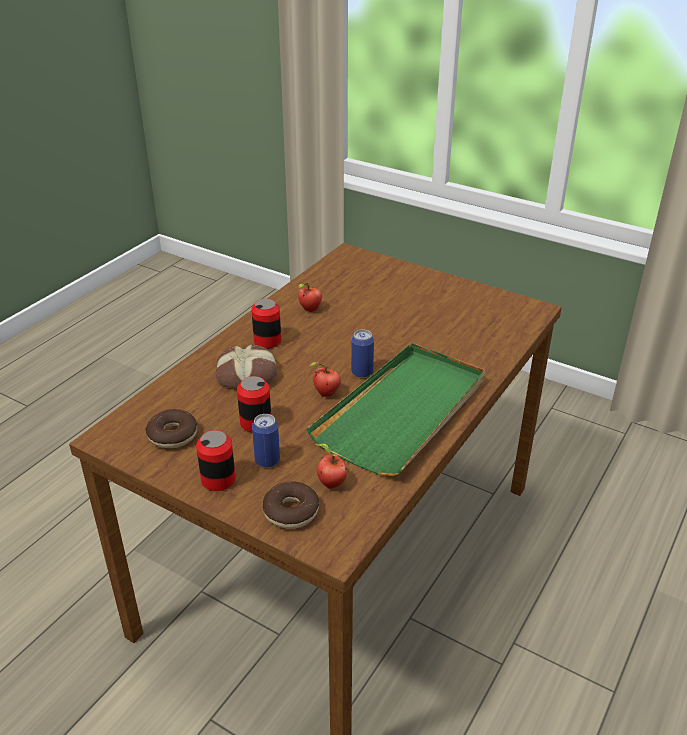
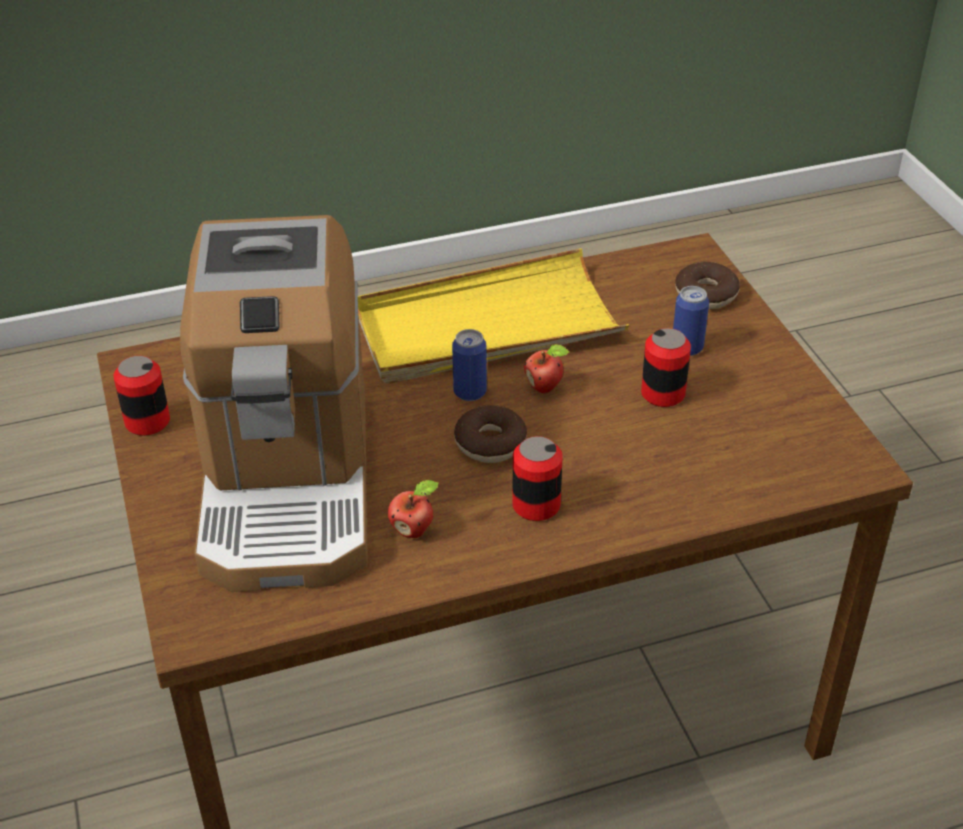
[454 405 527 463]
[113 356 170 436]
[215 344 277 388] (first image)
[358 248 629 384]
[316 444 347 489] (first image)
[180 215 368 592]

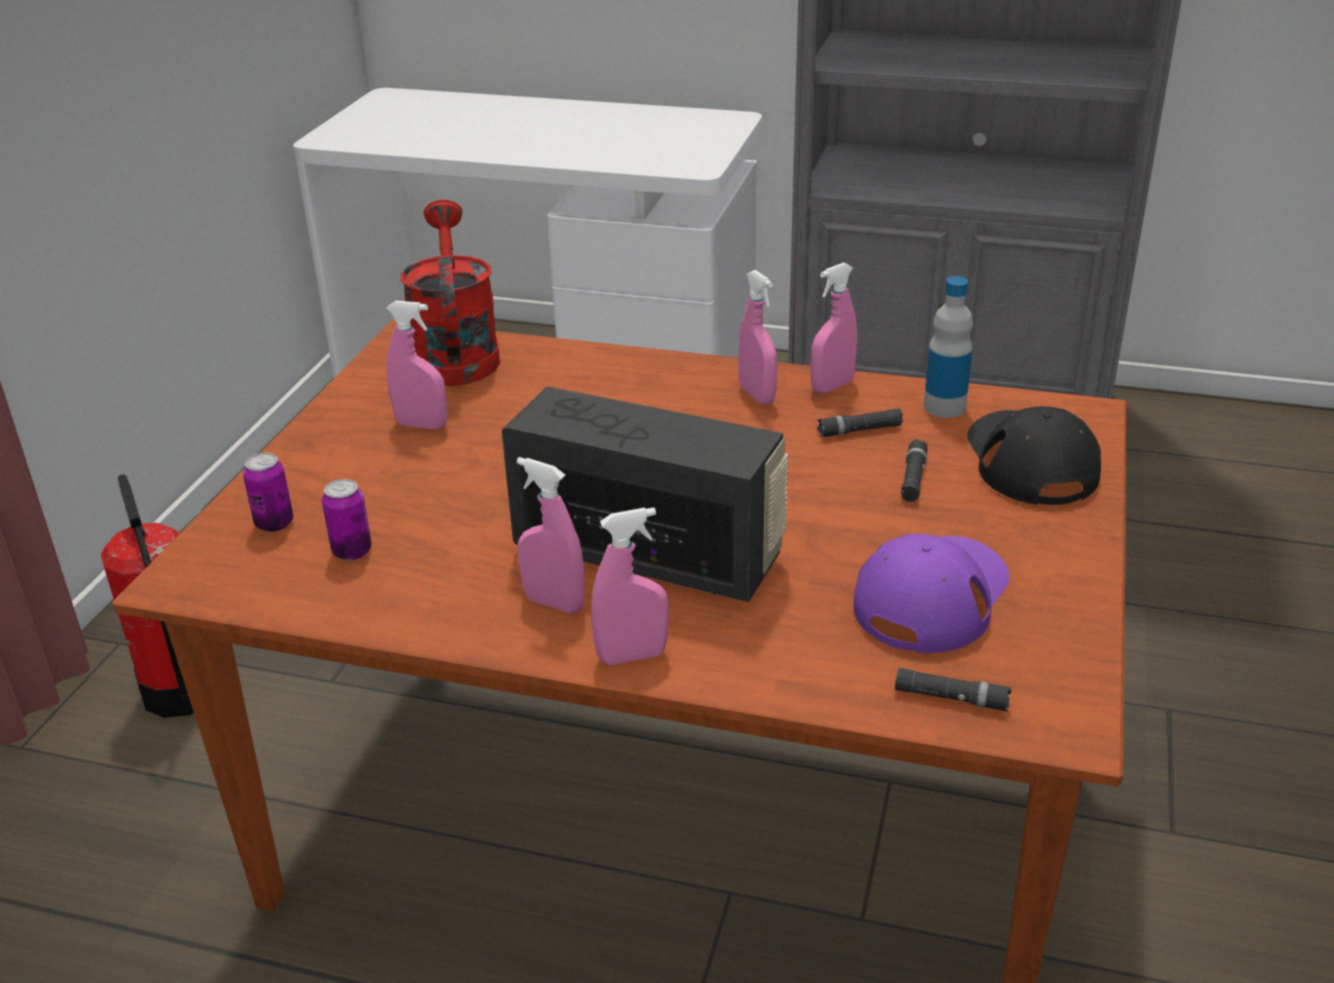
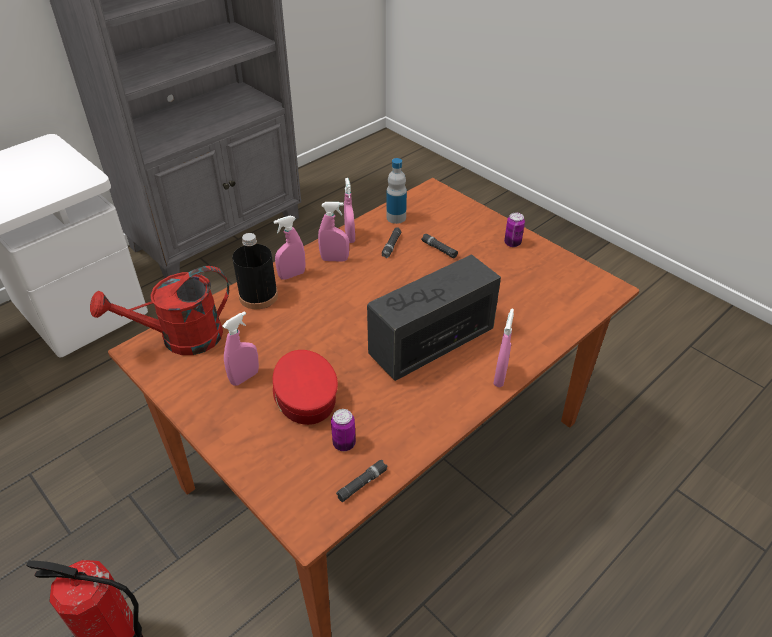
[504 213 525 247]
[90 266 229 355]
[274 216 306 280]
[853 534 1010 653] (first image)
[336 460 388 502]
[967 406 1101 505] (first image)
[232 233 278 309]
[273 350 338 425]

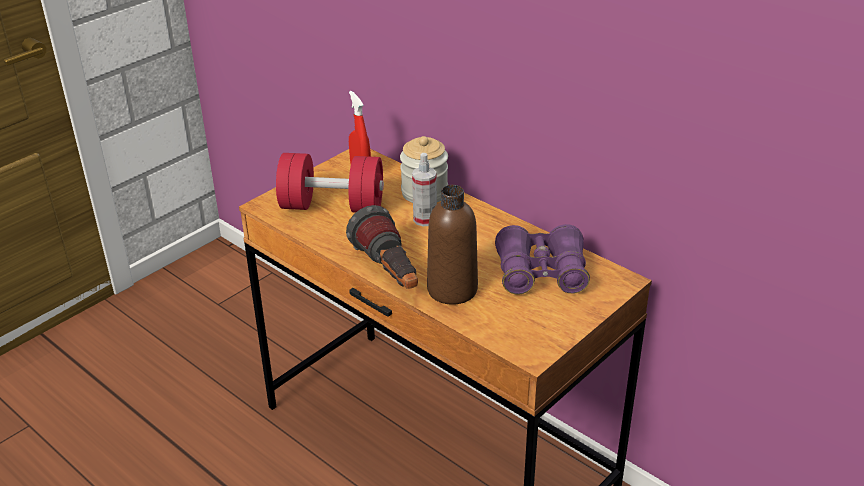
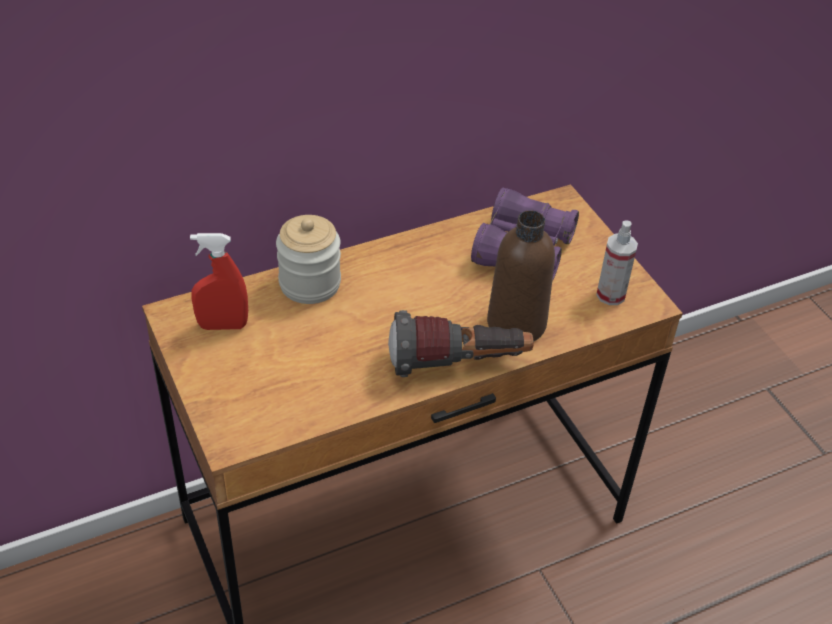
[276 153 384 213] (first image)
[596 221 638 305]

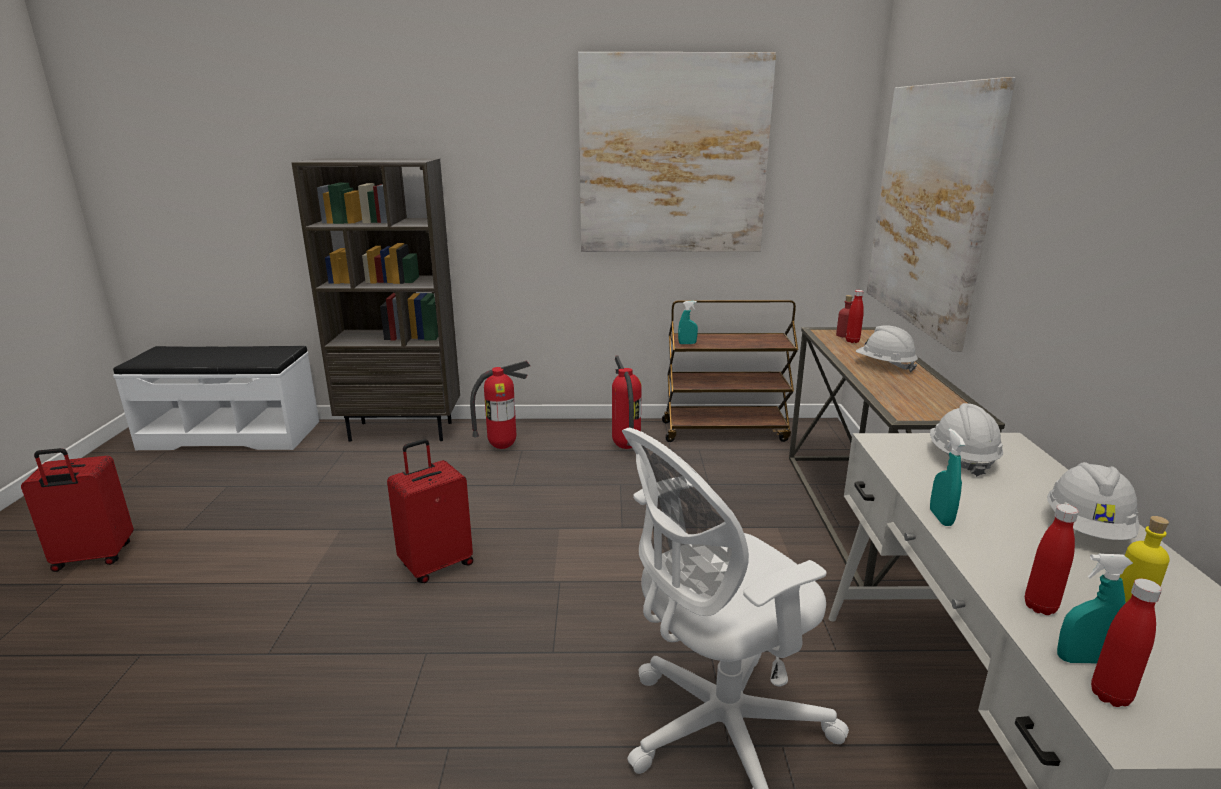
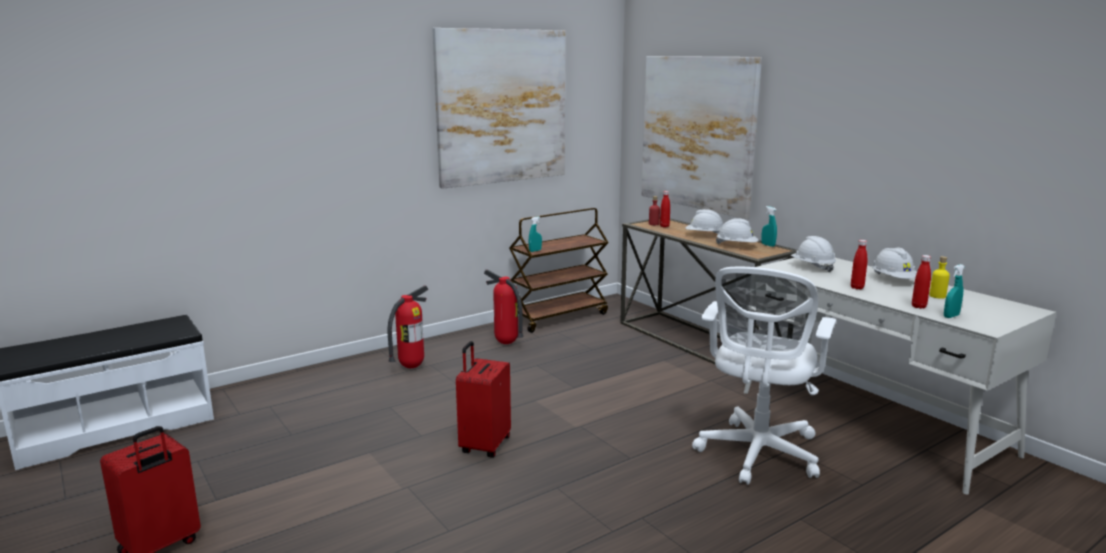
[291 159 460 442] (first image)
[761 206 777 247]
[851 240 867 289]
[716 218 758 245]

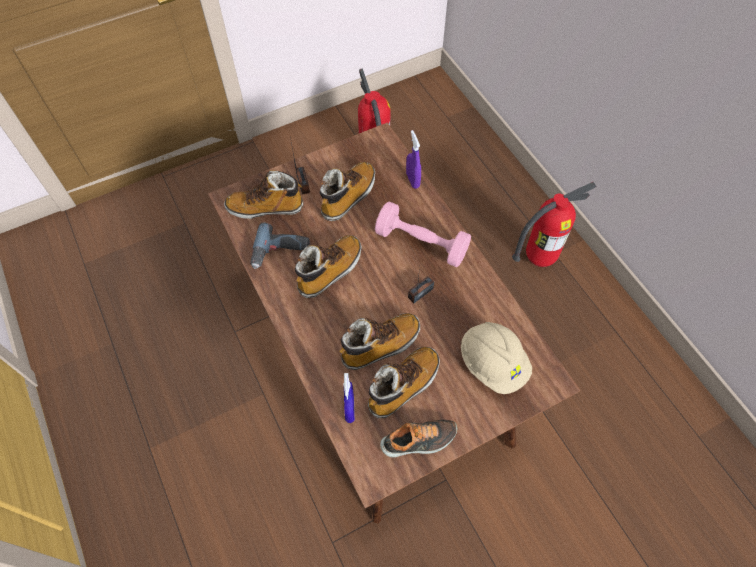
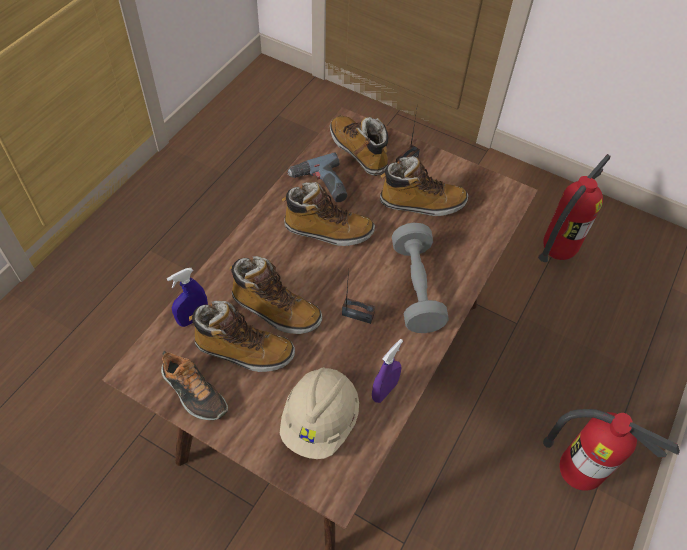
[392 223 449 333]
[372 339 403 403]

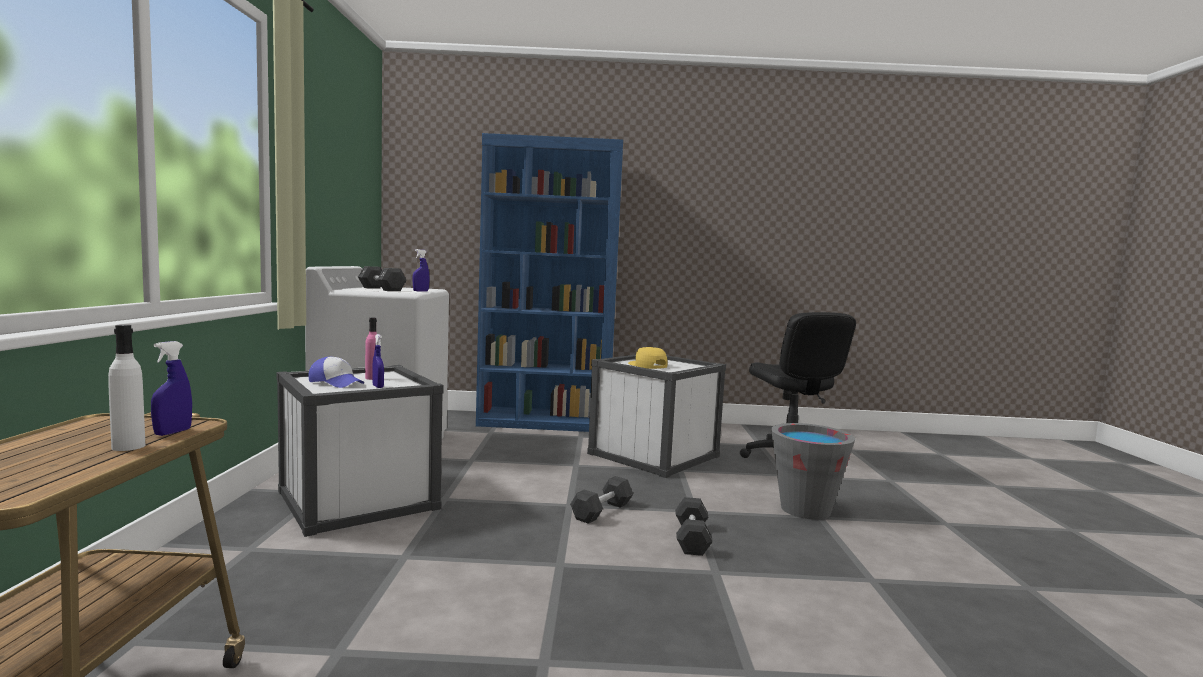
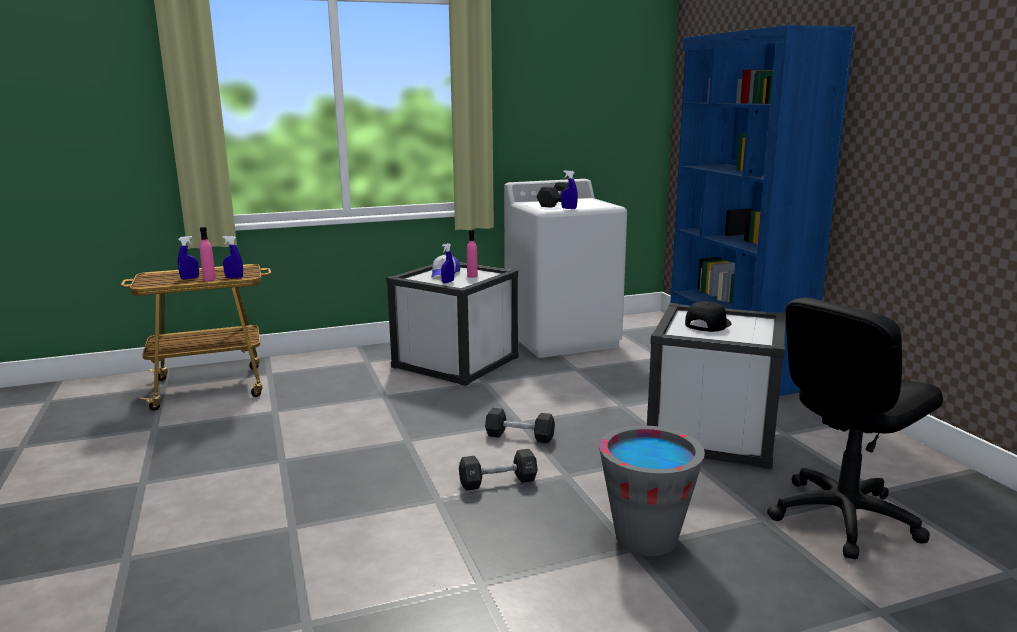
[200 227 216 281]
[685 301 732 332]
[178 236 199 280]

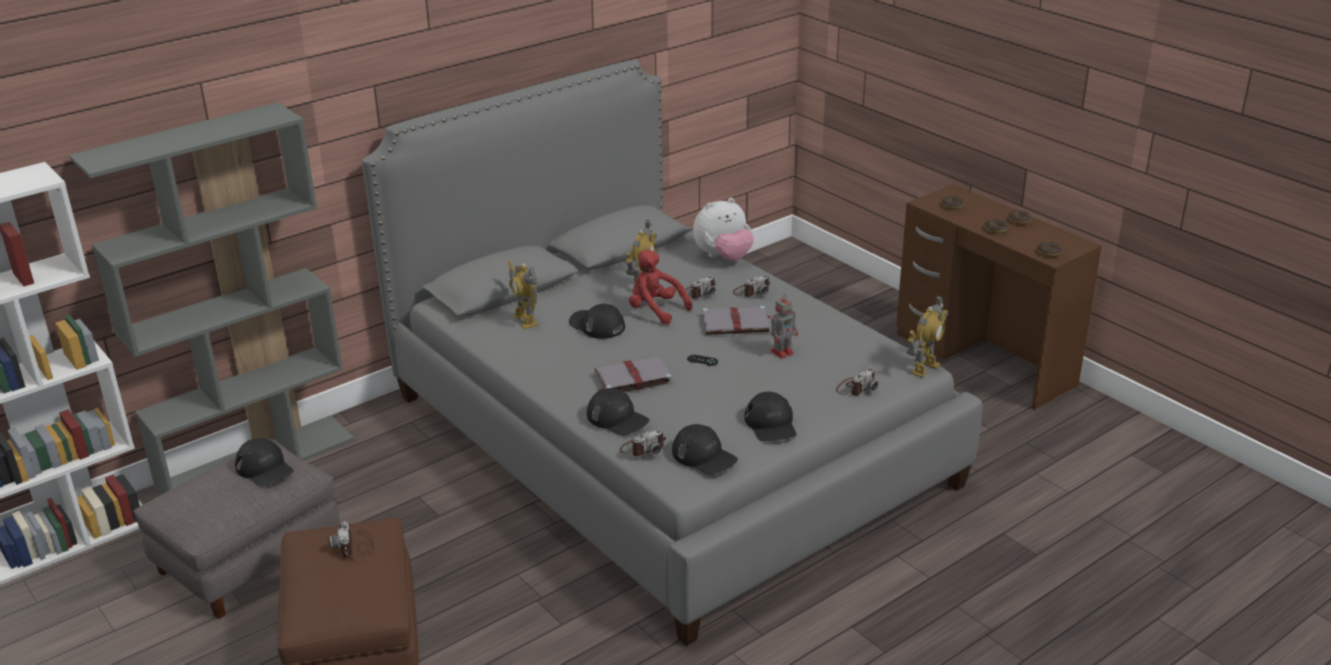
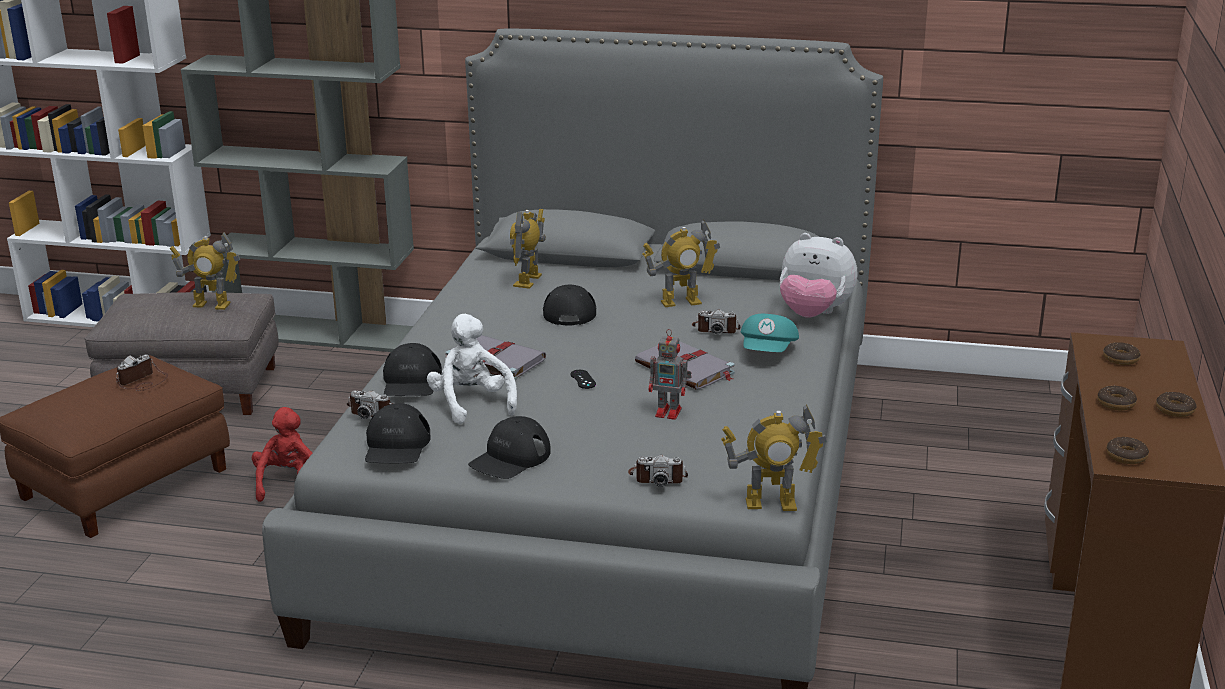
[170 232 240 310]
[252 407 312 502]
[741 314 799 352]
[427 314 517 424]

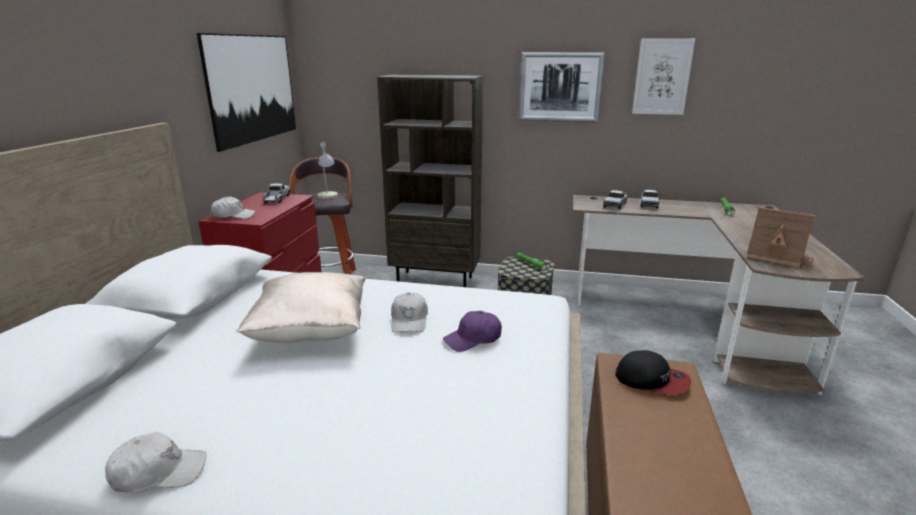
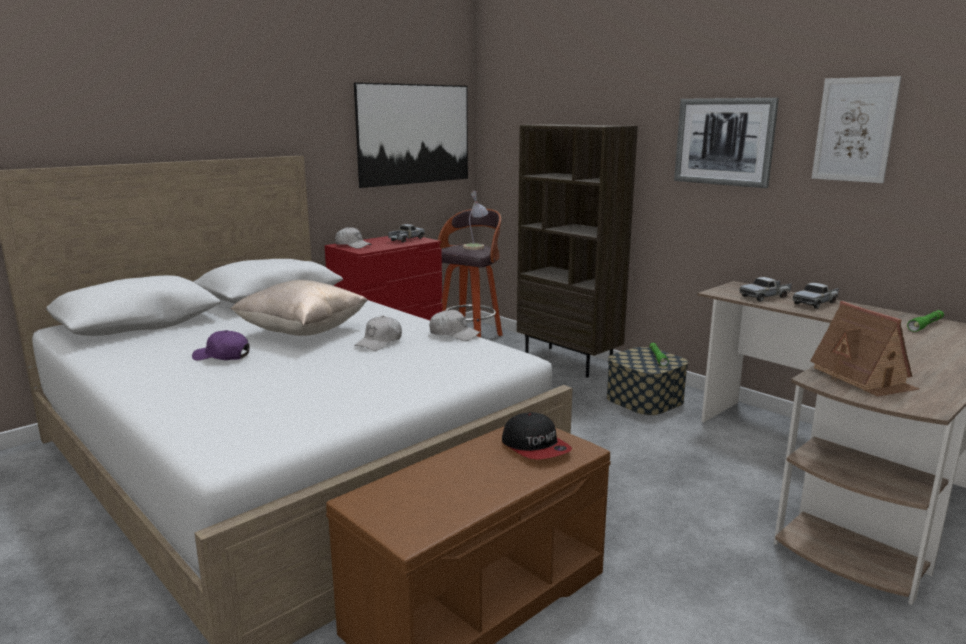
[429 309 480 341]
[192 330 250 360]

